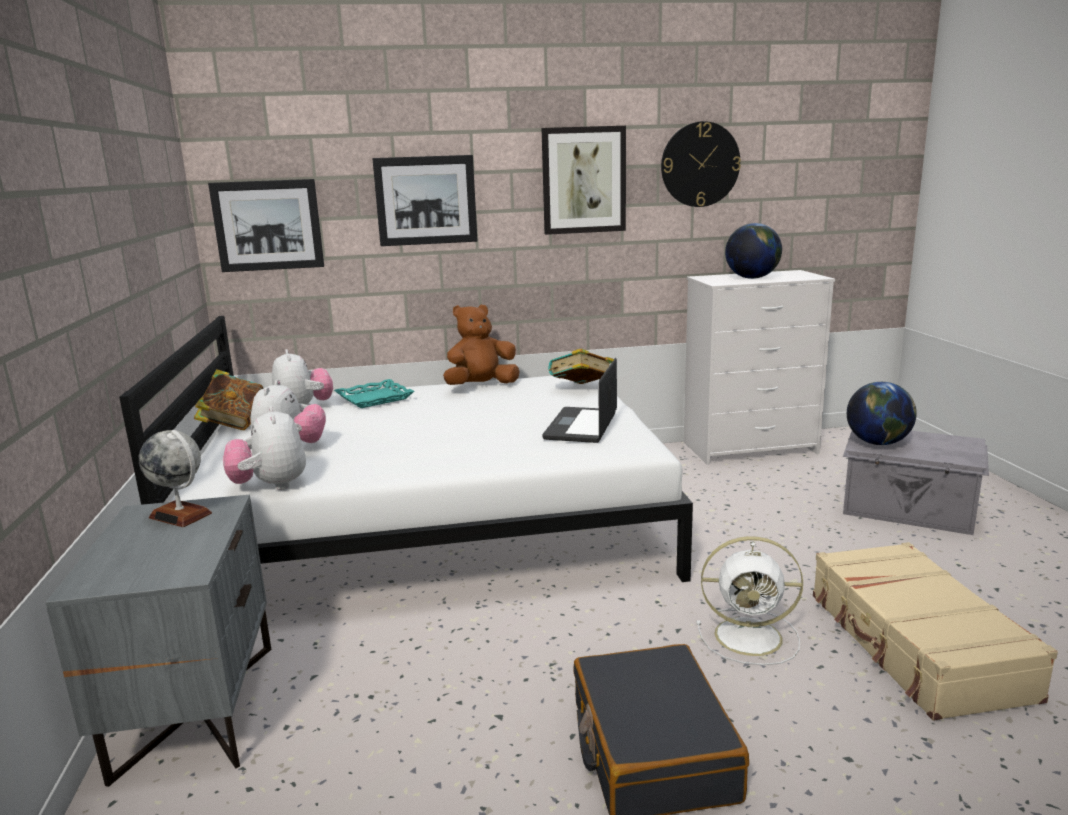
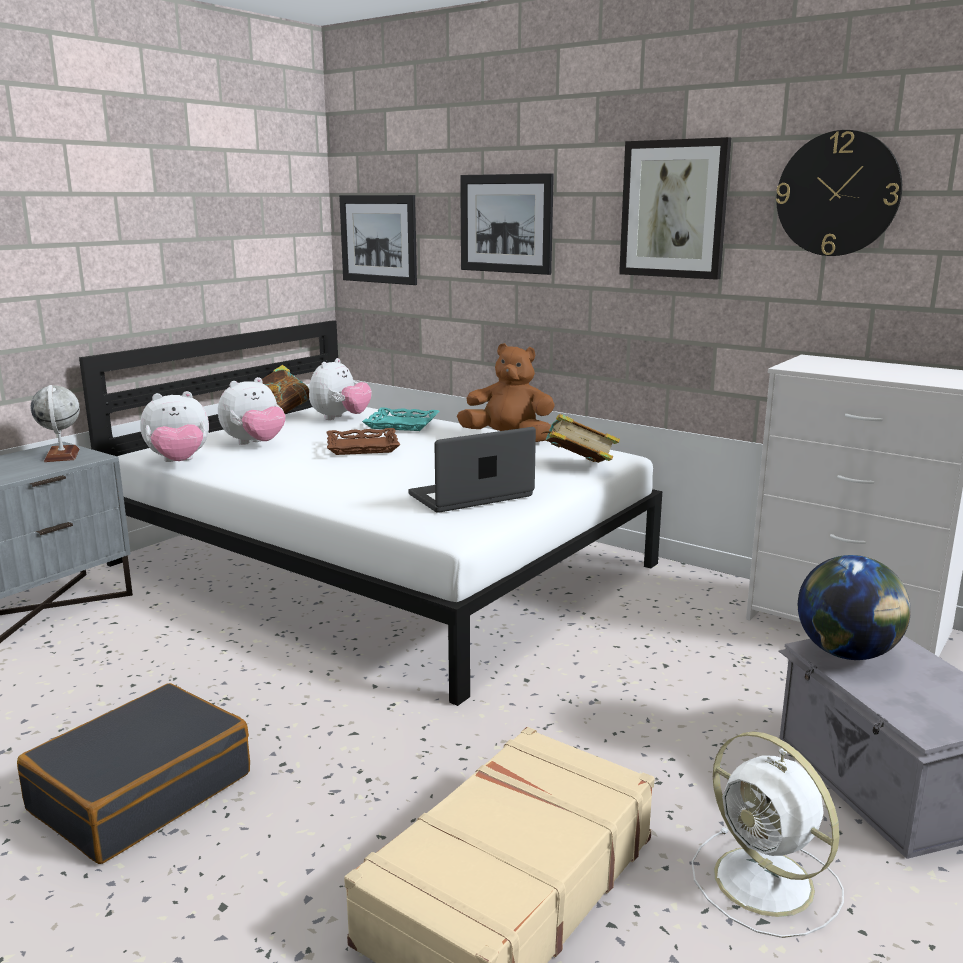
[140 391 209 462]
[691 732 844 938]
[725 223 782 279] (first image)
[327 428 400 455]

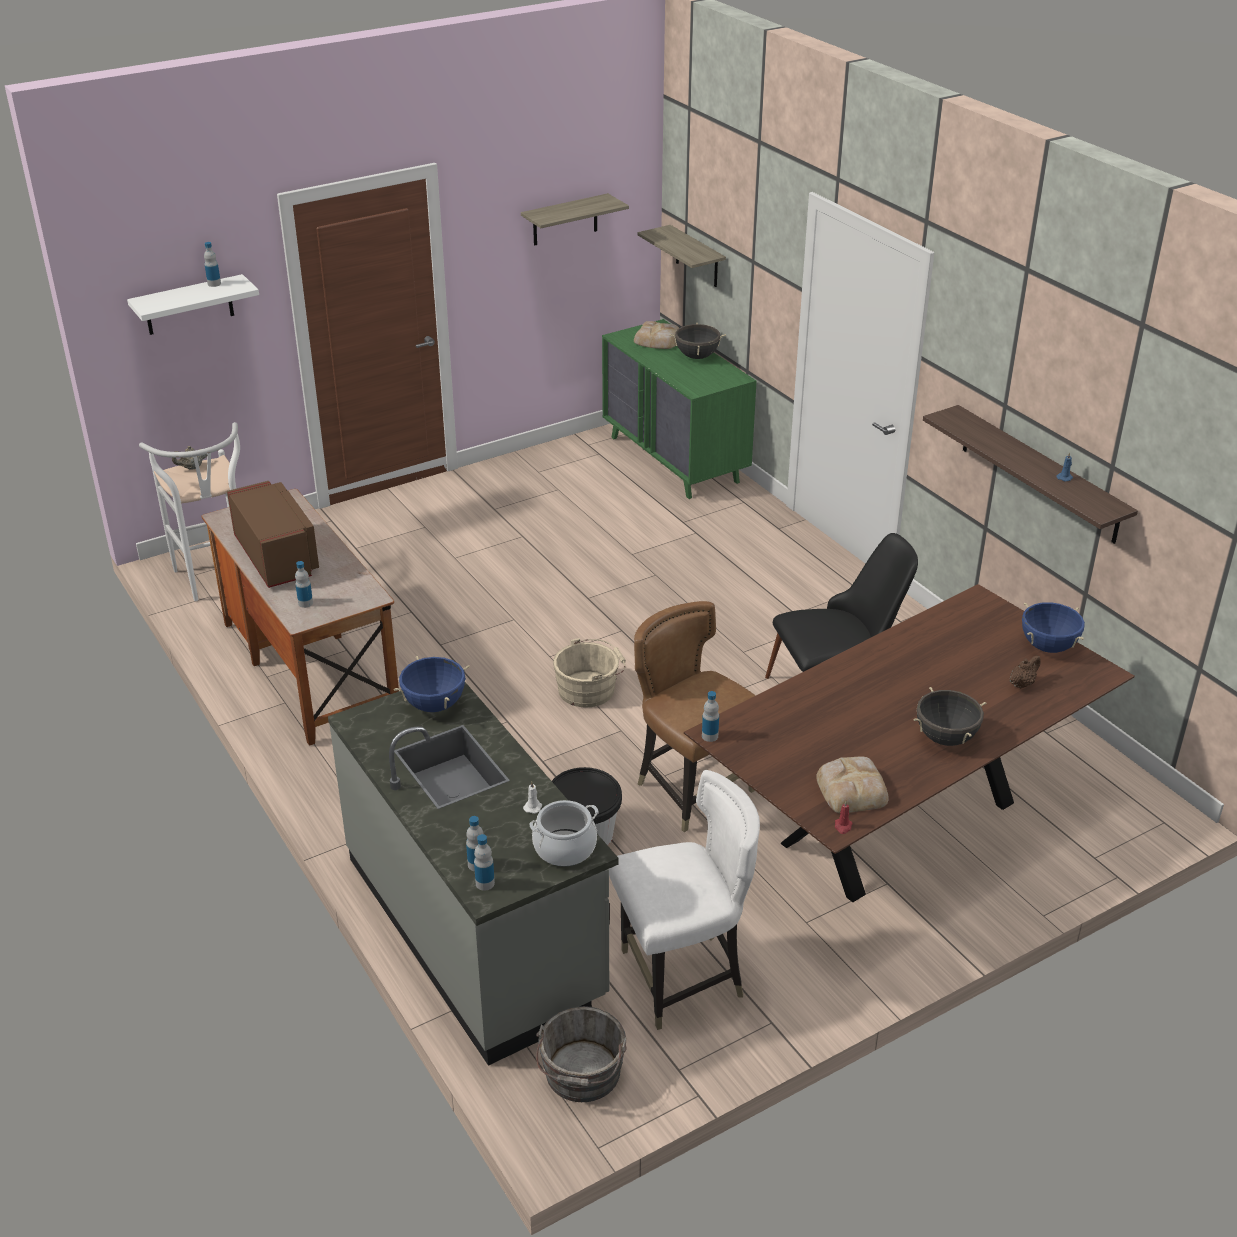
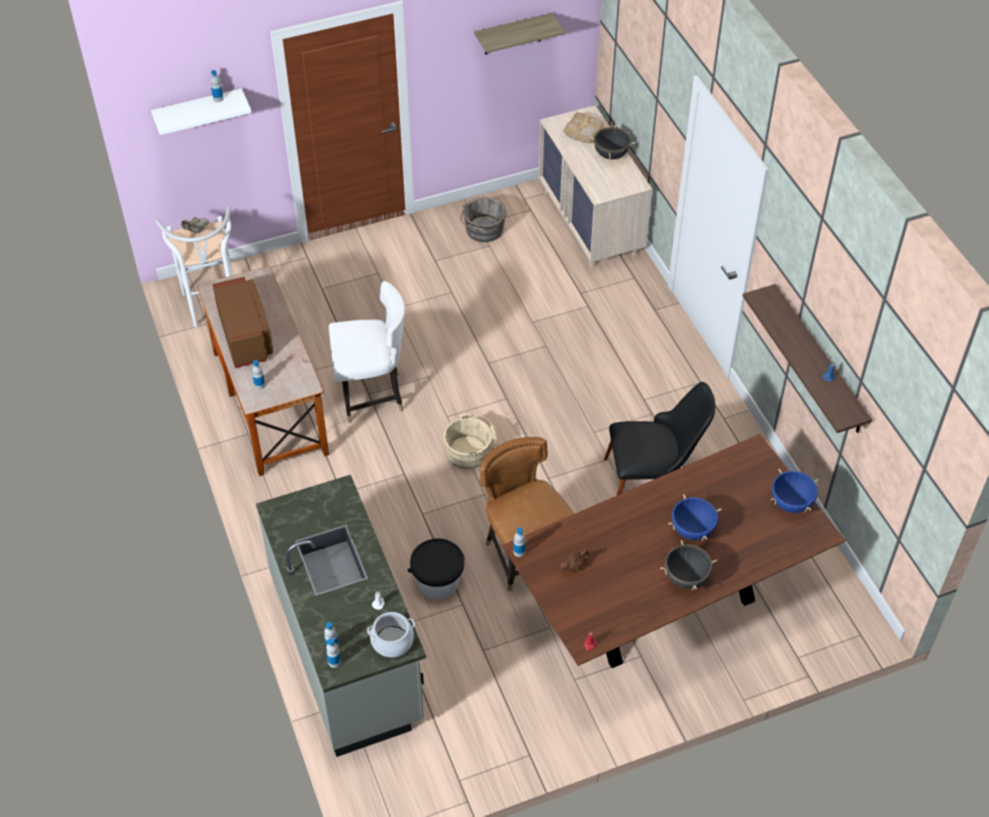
[668 494 722 541]
[461 197 506 242]
[538 105 652 269]
[329 281 405 423]
[637 225 726 287] (first image)
[816 757 889 813] (first image)
[560 549 589 572]

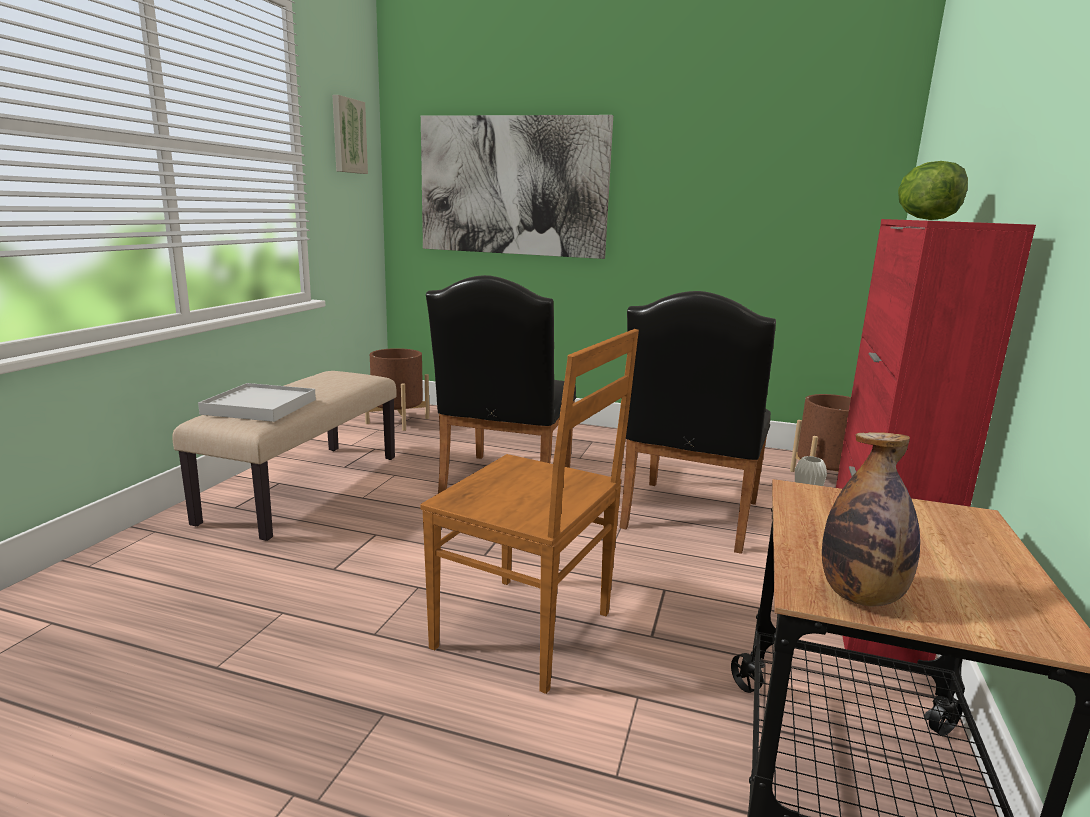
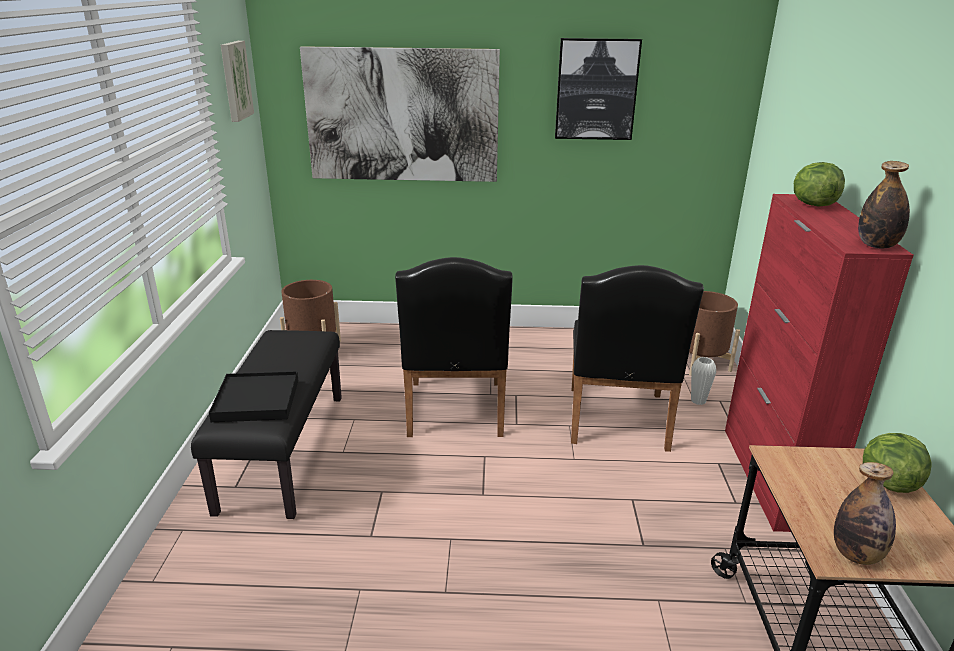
[191 330 342 519]
[209 371 298 422]
[420 329 639 694] (first image)
[555 38 642 140]
[858 161 910 248]
[863 433 931 493]

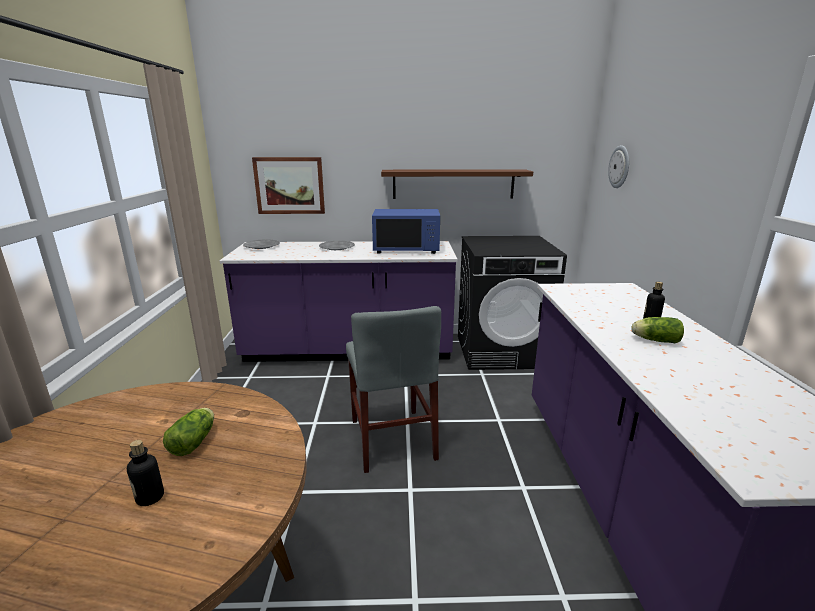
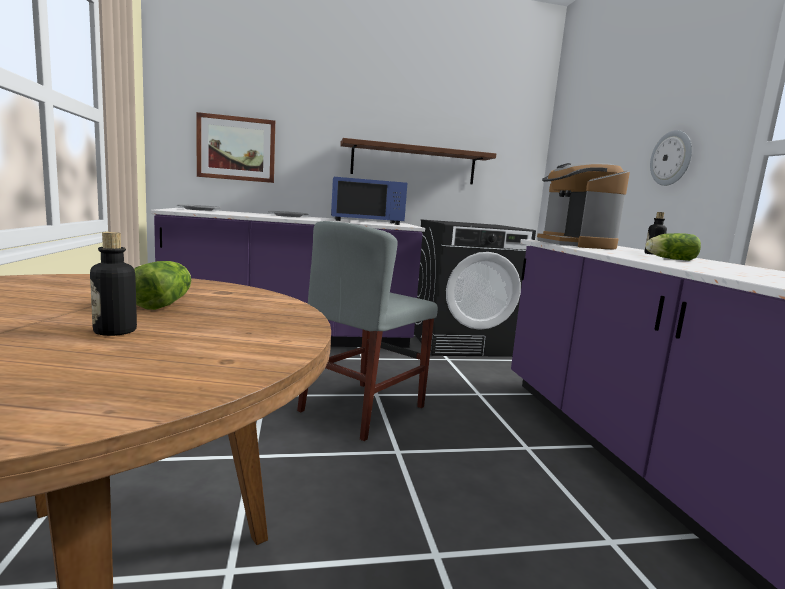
[297 221 438 441]
[650 130 692 186]
[537 163 630 249]

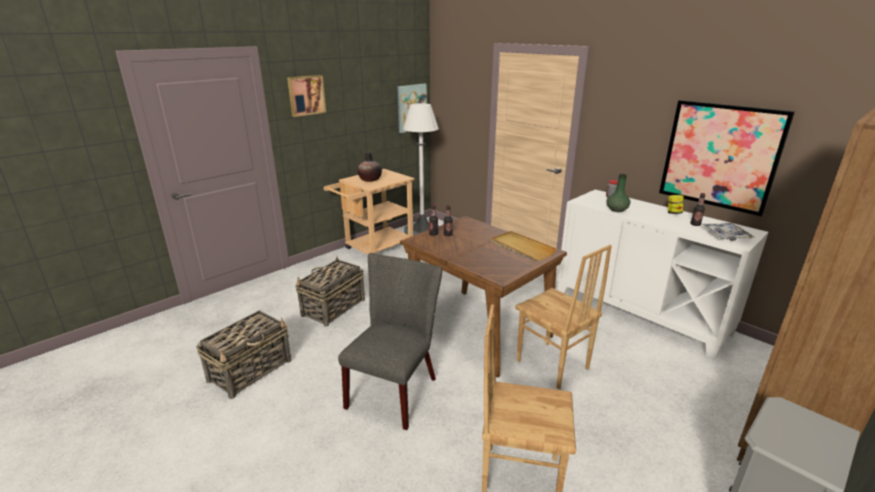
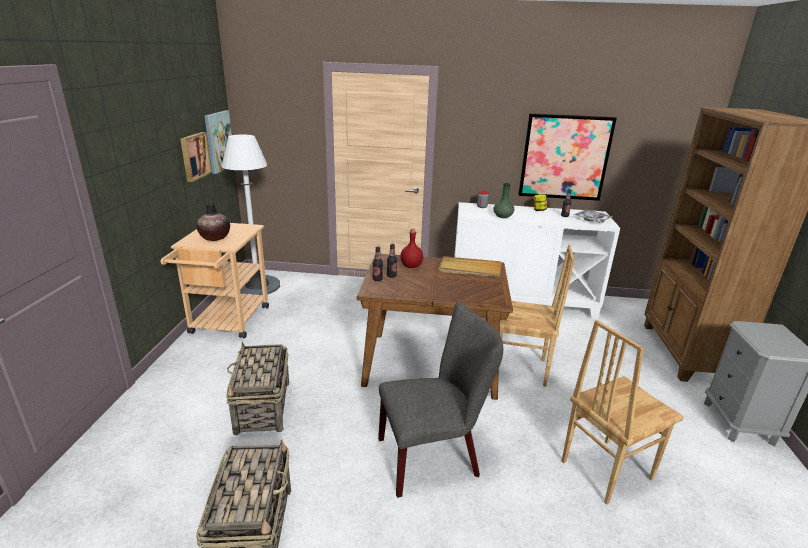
[180 132 212 182]
[378 302 503 498]
[400 229 423 268]

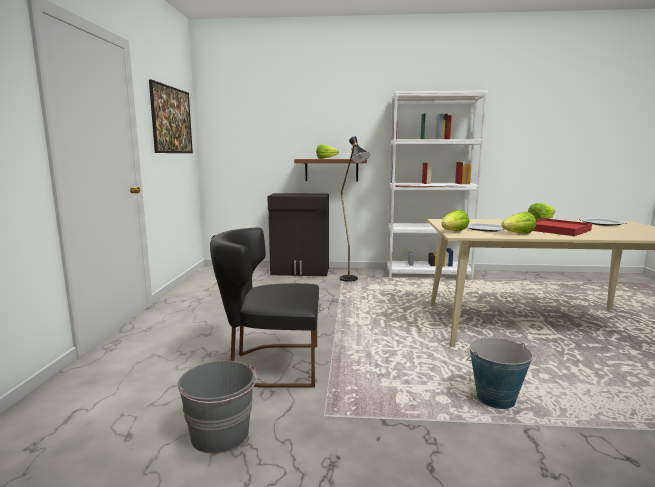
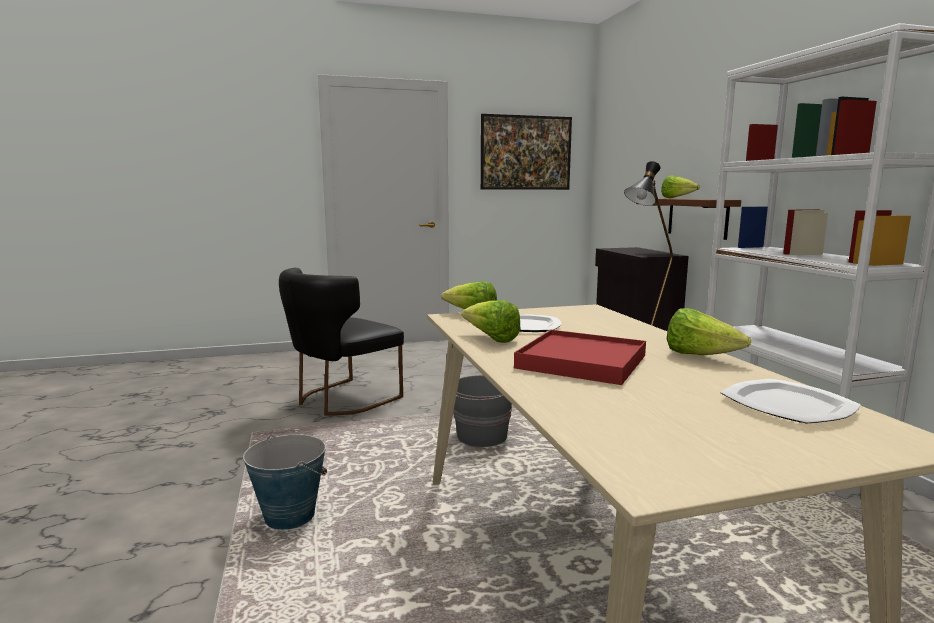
[454 375 512 447]
[279 268 404 416]

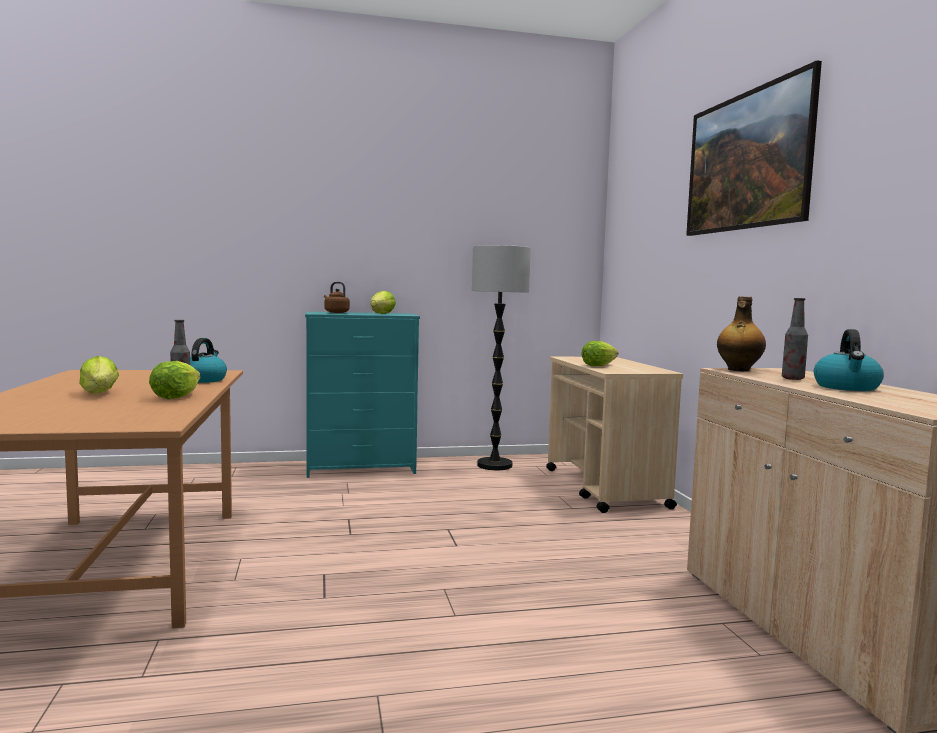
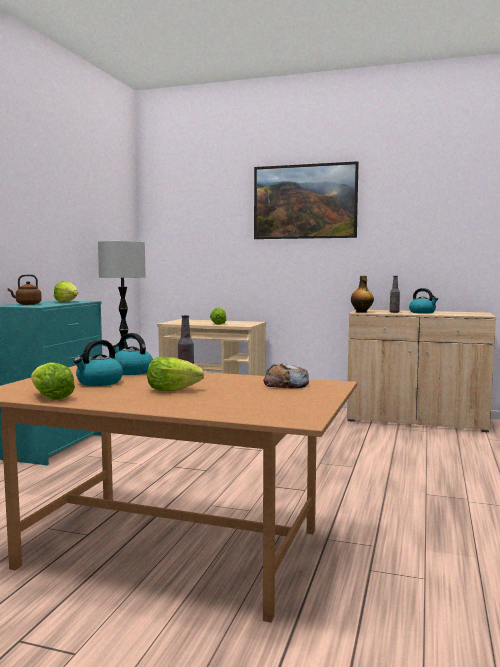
[31 362 75 400]
[74 340 123 386]
[263 363 309 388]

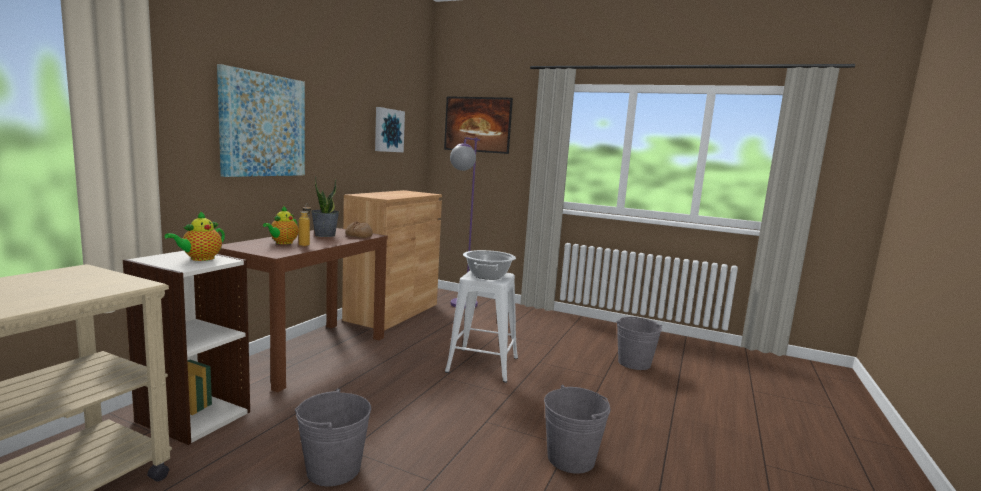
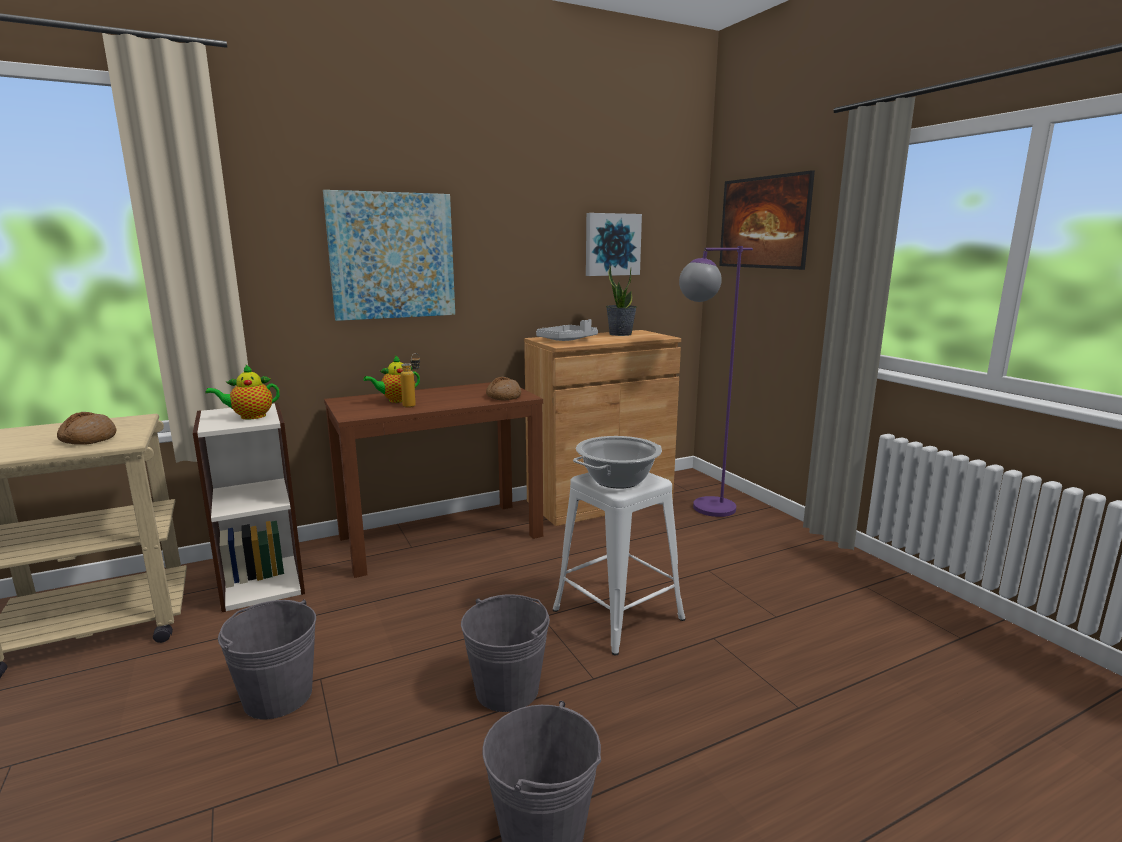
[606 265 637 336]
[461 594 550 712]
[57 412 117 445]
[536 319 598 341]

